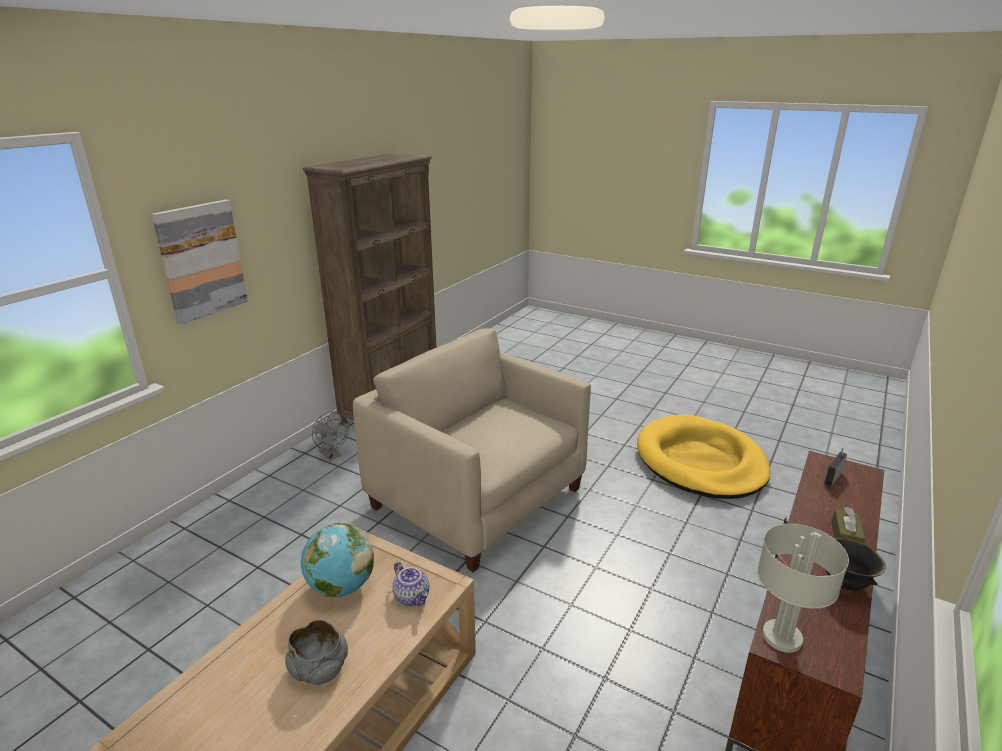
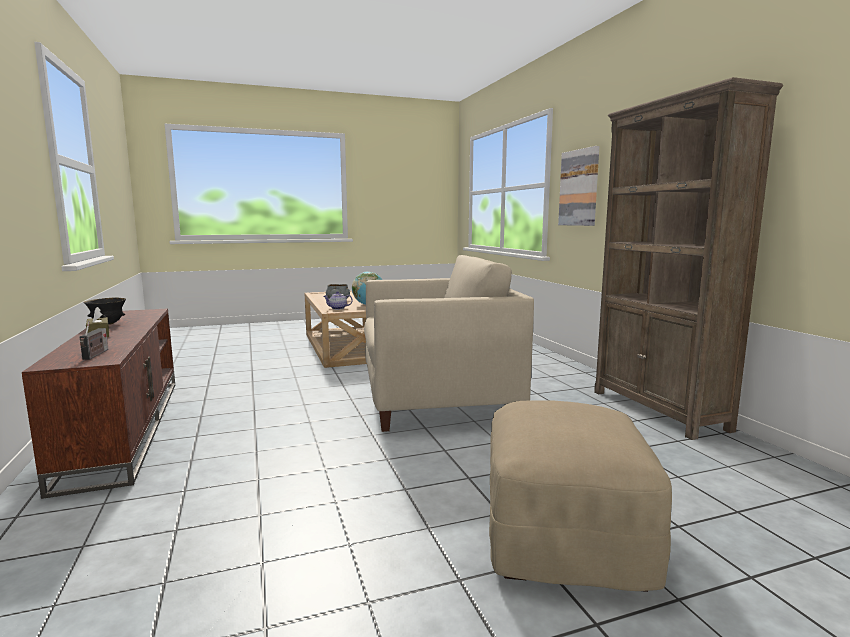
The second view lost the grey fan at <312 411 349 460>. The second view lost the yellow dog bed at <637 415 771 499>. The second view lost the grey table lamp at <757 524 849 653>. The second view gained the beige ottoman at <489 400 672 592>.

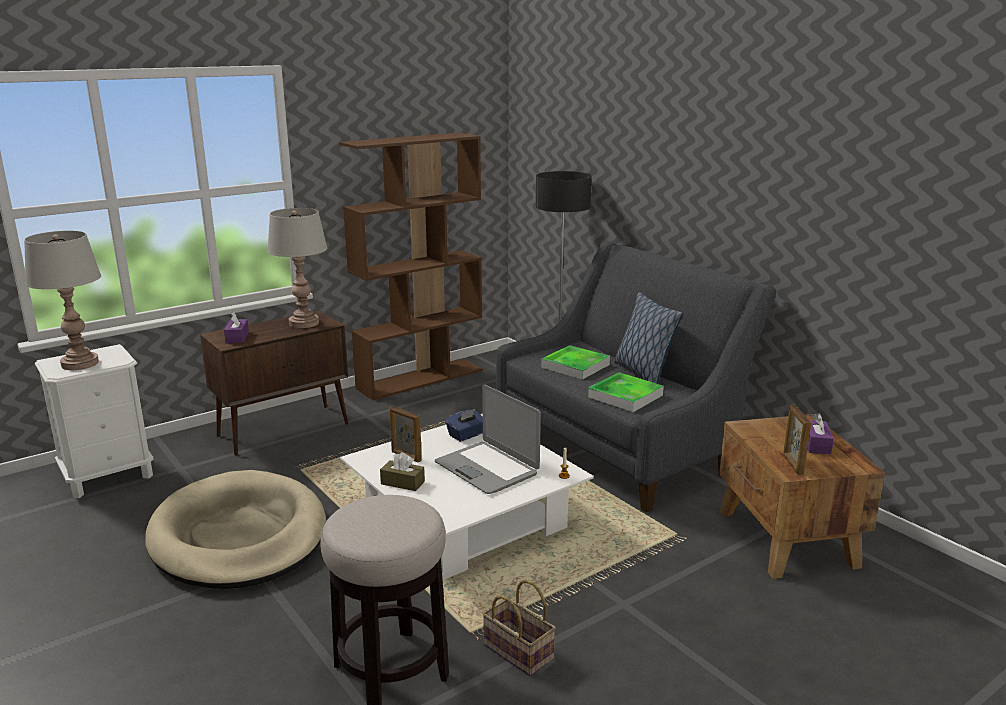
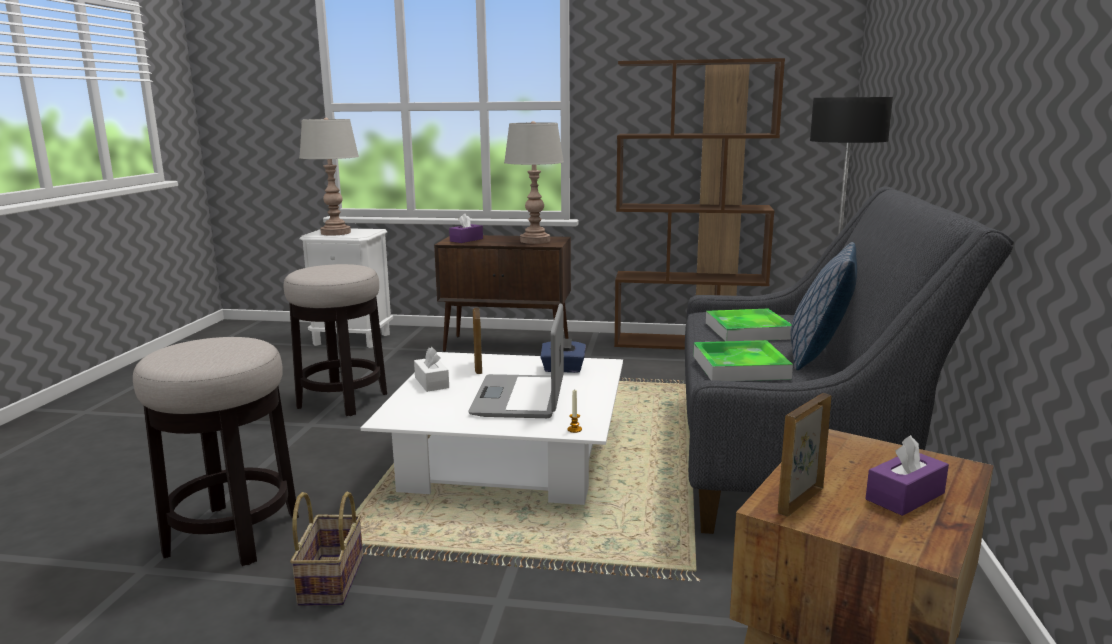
Where the beige dog bed stood at <145 470 326 589>, the stool came to stand at <284 264 387 416>. What was the brown tissue box at <380 452 425 491> turned into the white tissue box at <414 347 449 392>.

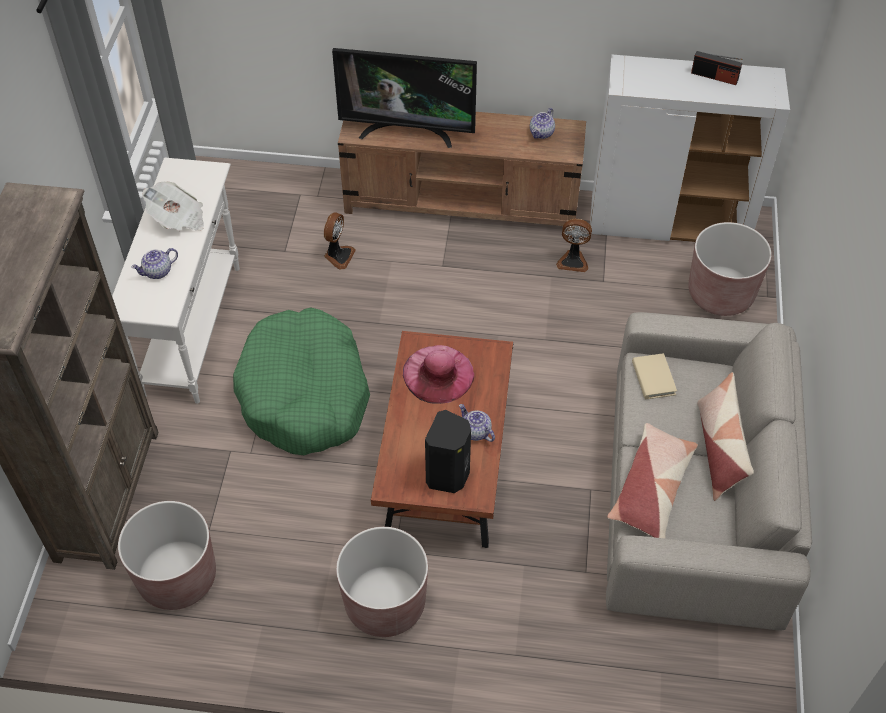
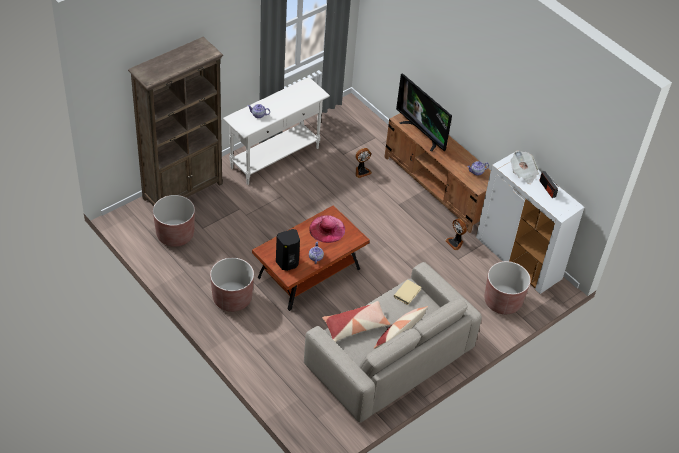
The second view lost the green dog bed at <233 308 370 455>. The newspaper ended up elsewhere, having gone from <142 182 204 231> to <510 150 539 184>.

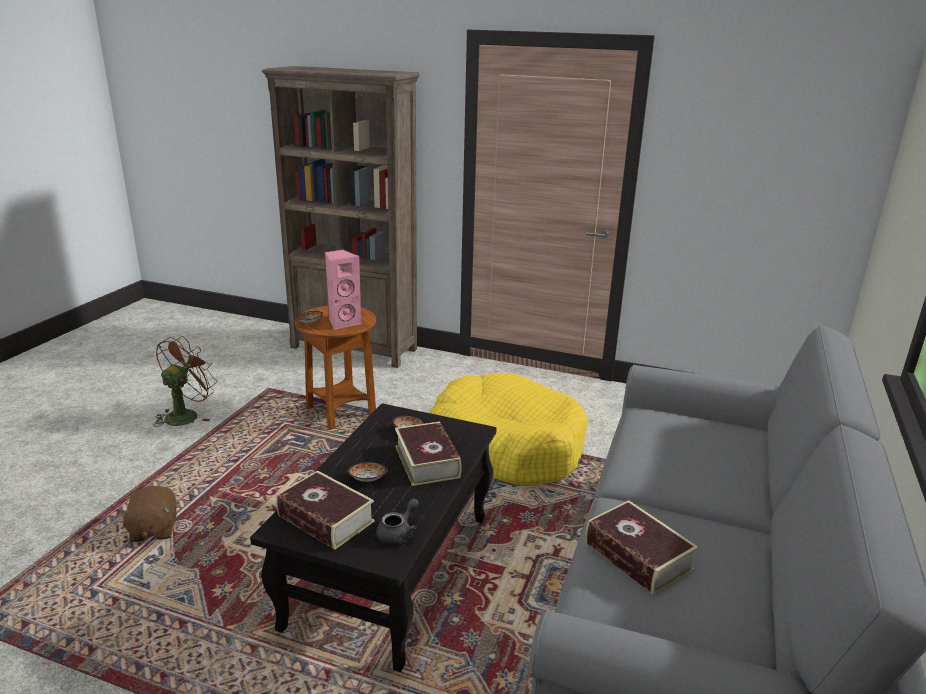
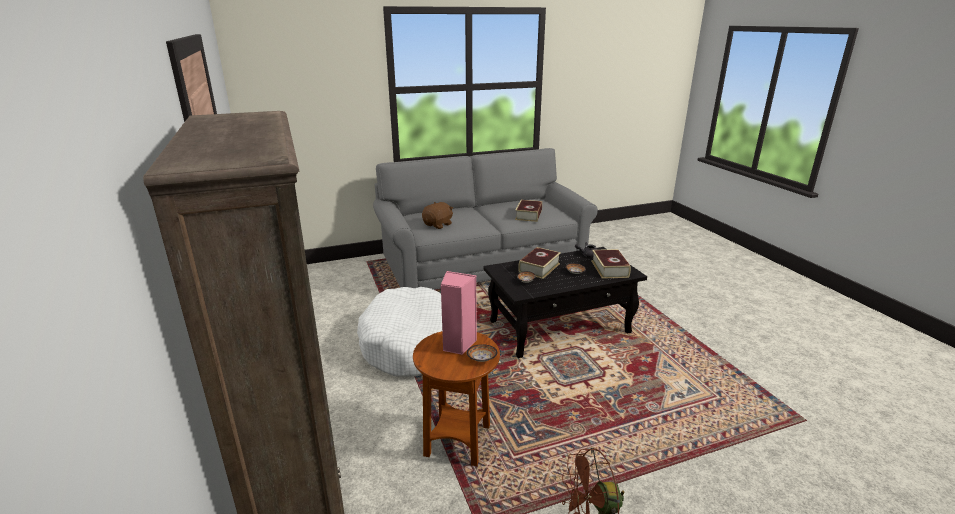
The brown plush toy ended up elsewhere, having gone from <118 486 177 542> to <422 202 453 229>. What was the yellow dog bed at <429 373 588 486> turned into the white dog bed at <357 287 442 377>.

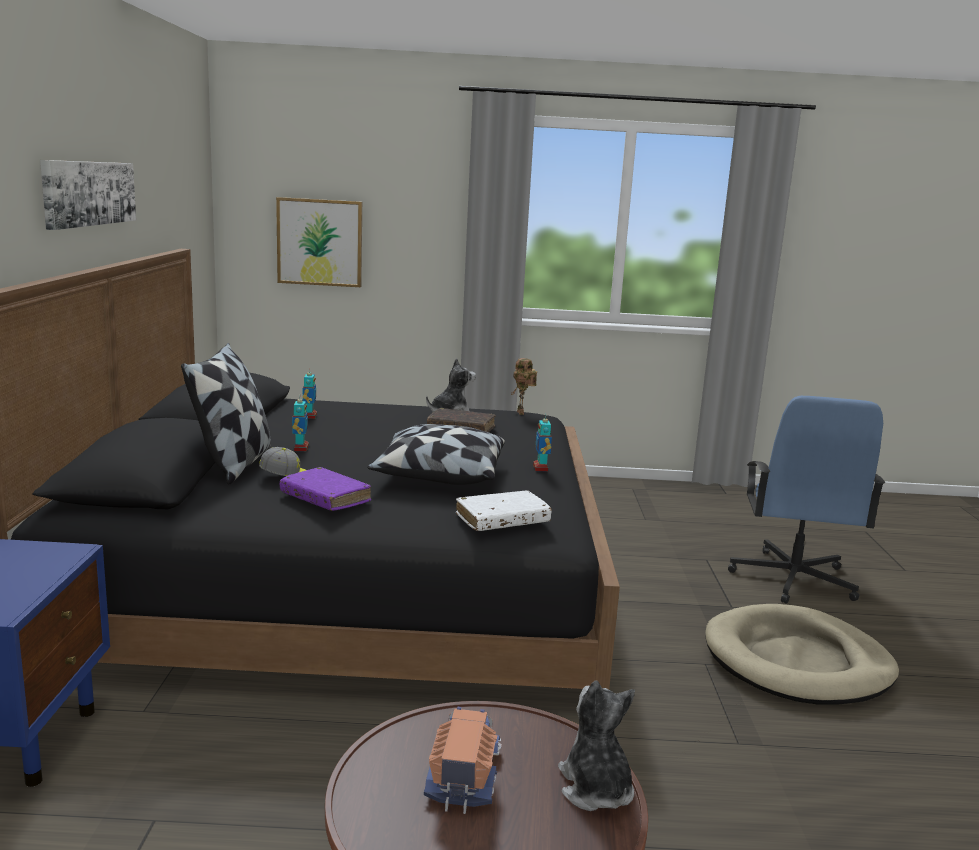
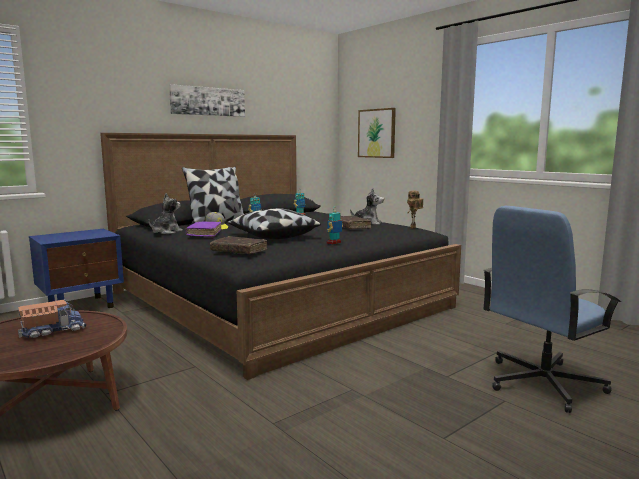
The second view lost the beige dog bed at <705 604 899 705>. The plush toy ended up elsewhere, having gone from <558 680 635 811> to <149 193 183 234>. What was the white book at <456 490 552 531> turned into the brown book at <210 236 268 254>.

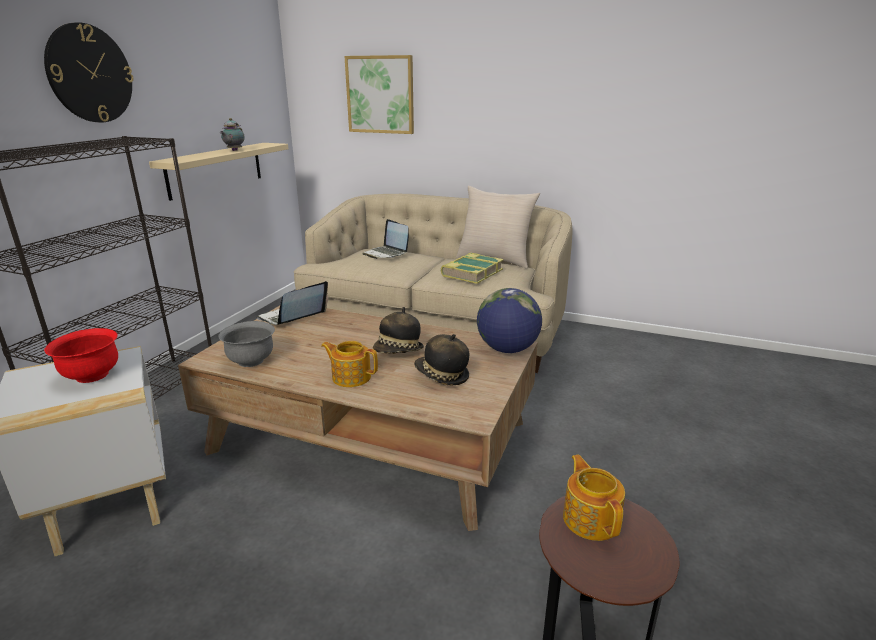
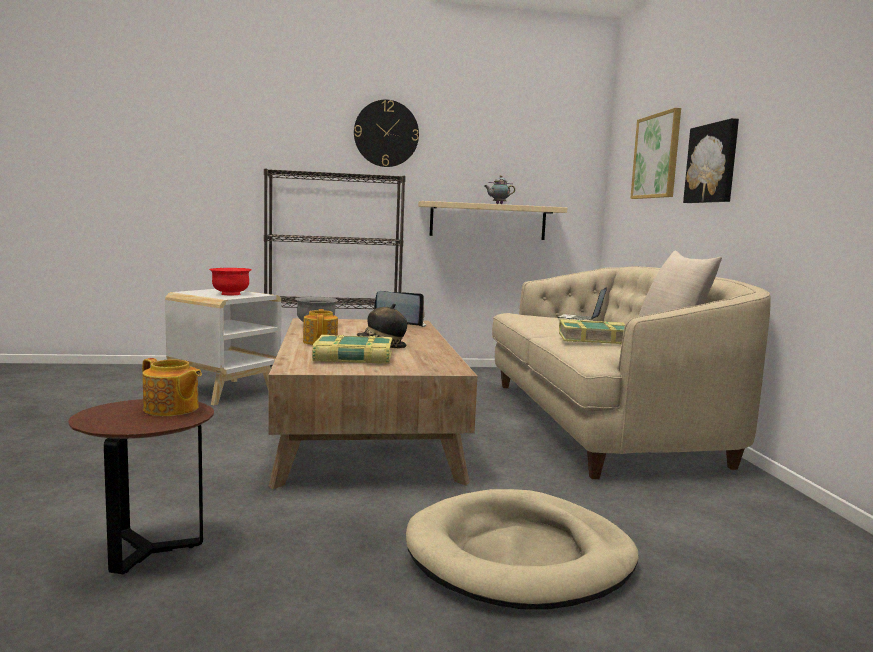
The second view lost the globe at <477 288 542 353>. The second view gained the beige dog bed at <406 489 639 610>. The second view gained the picture at <683 118 739 203>. Where the hat stood at <414 334 470 385>, the book came to stand at <312 335 392 364>. The teapot at <563 454 625 541> ended up facing another way, 75 degrees clockwise from before.

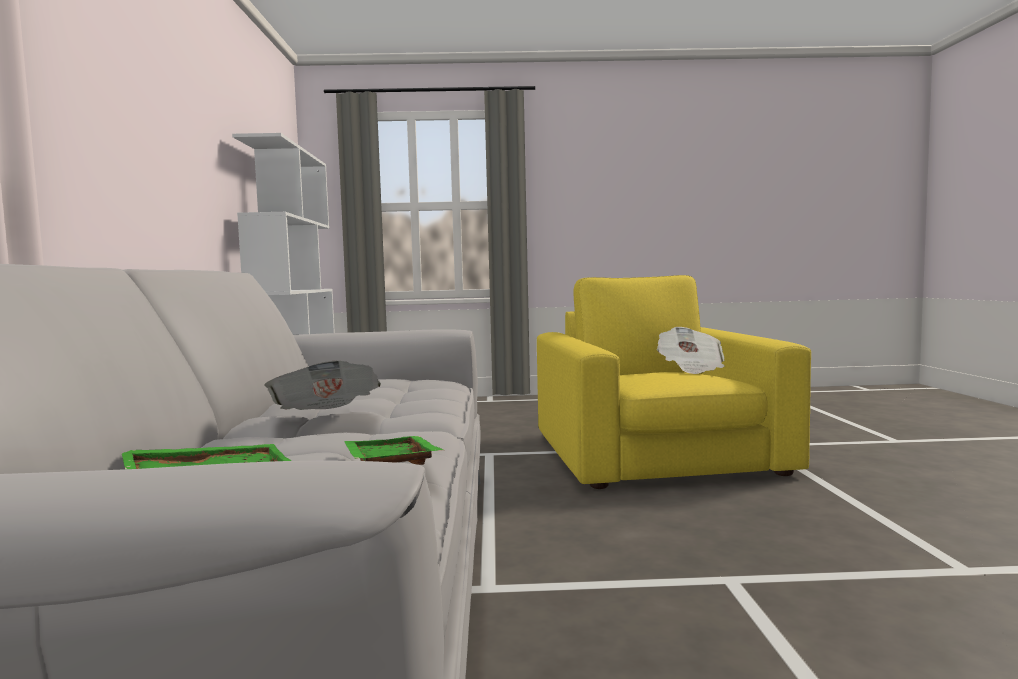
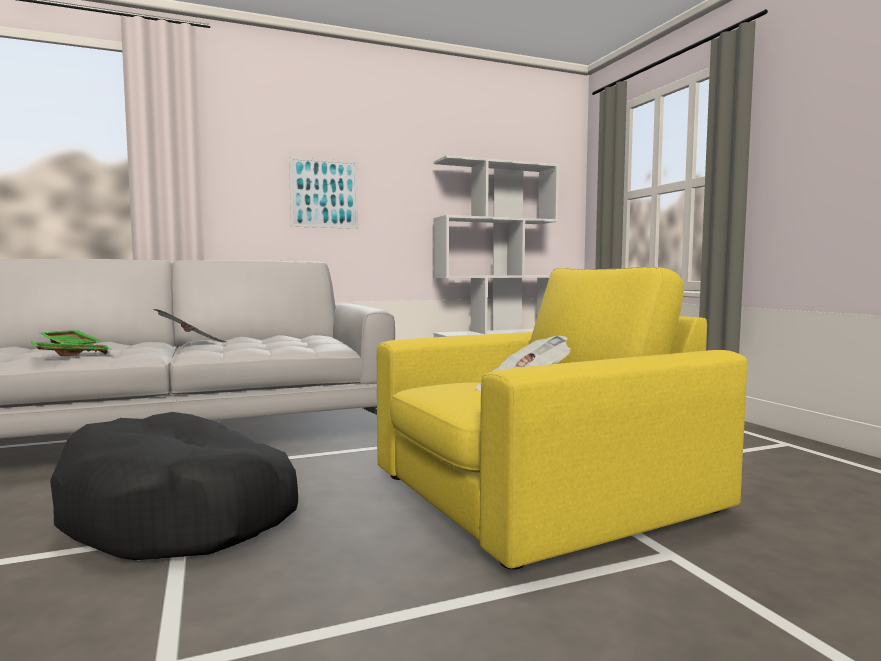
The second view gained the black dog bed at <50 412 298 560>. The second view gained the picture at <289 156 358 229>.

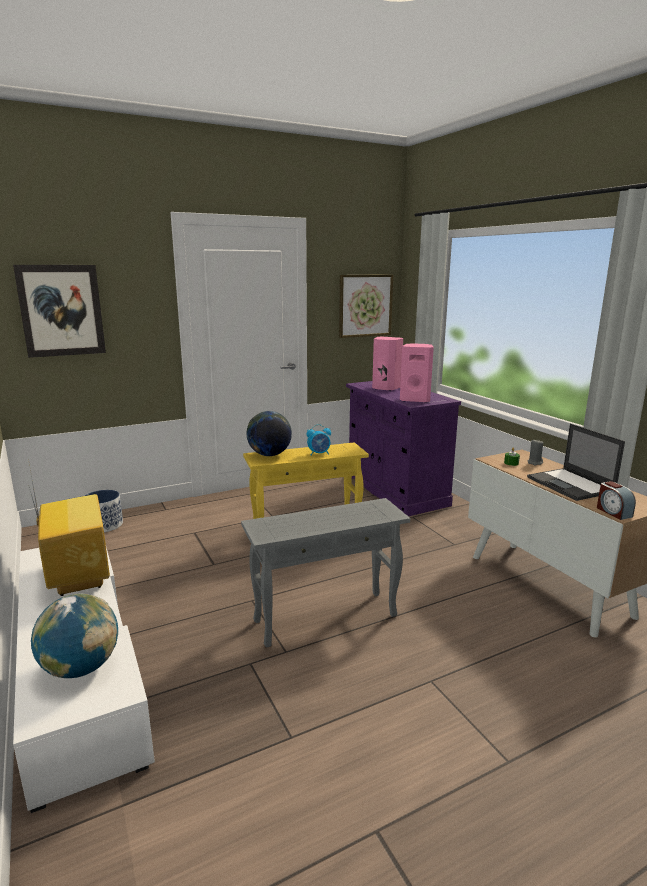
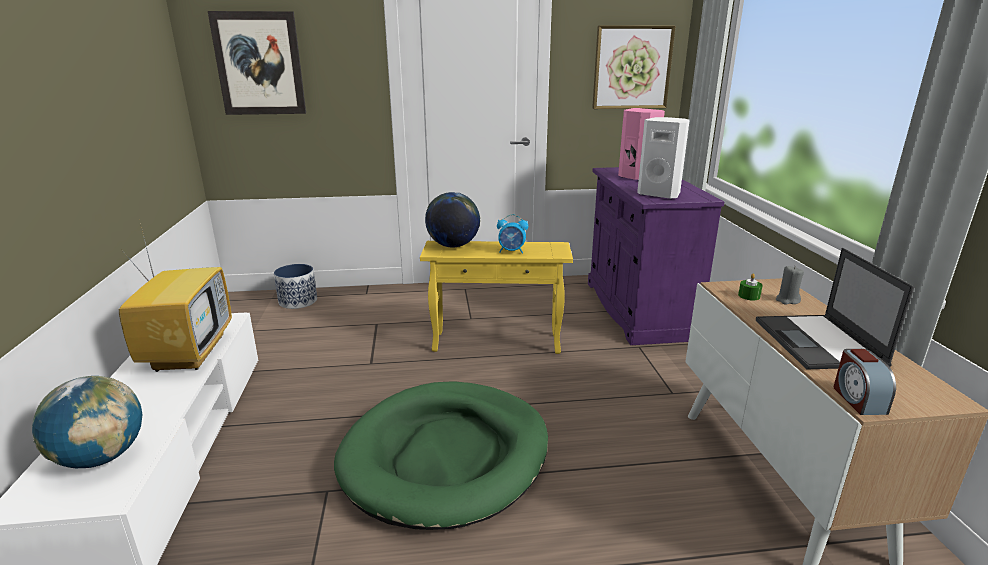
Where the grey side table stood at <241 498 410 647>, the green dog bed came to stand at <334 381 548 530>. What was the pink speaker at <400 343 434 403> turned into the white speaker at <637 117 690 199>.

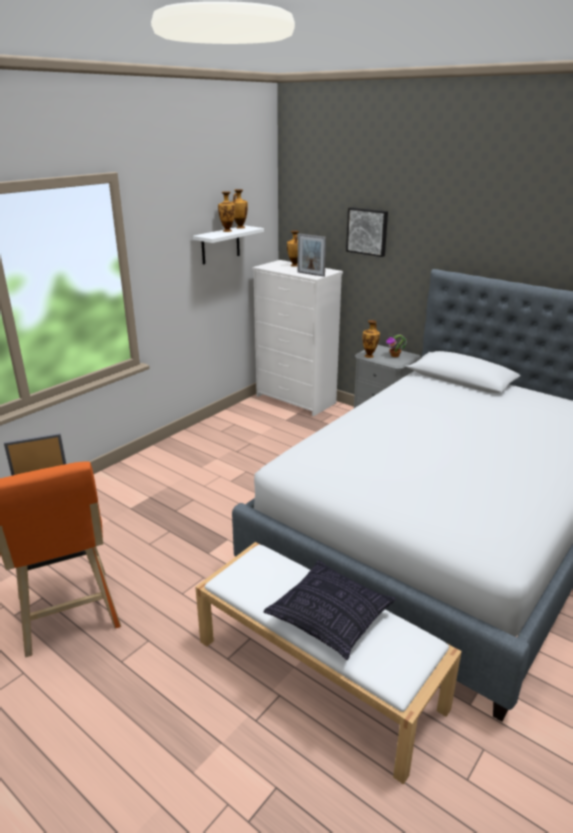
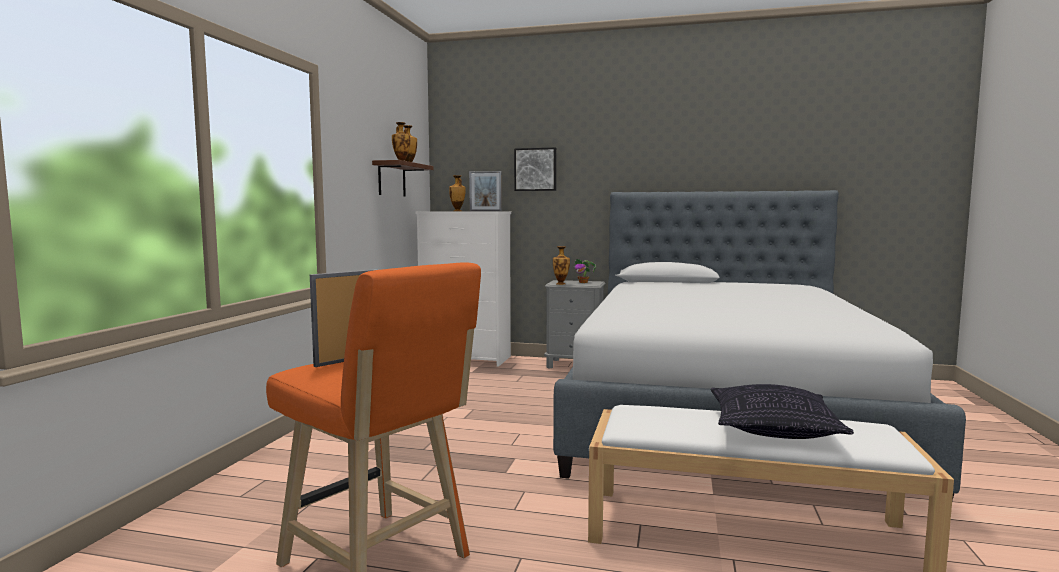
What was the white shelf at <193 225 264 265> turned into the brown shelf at <372 160 434 197>.

